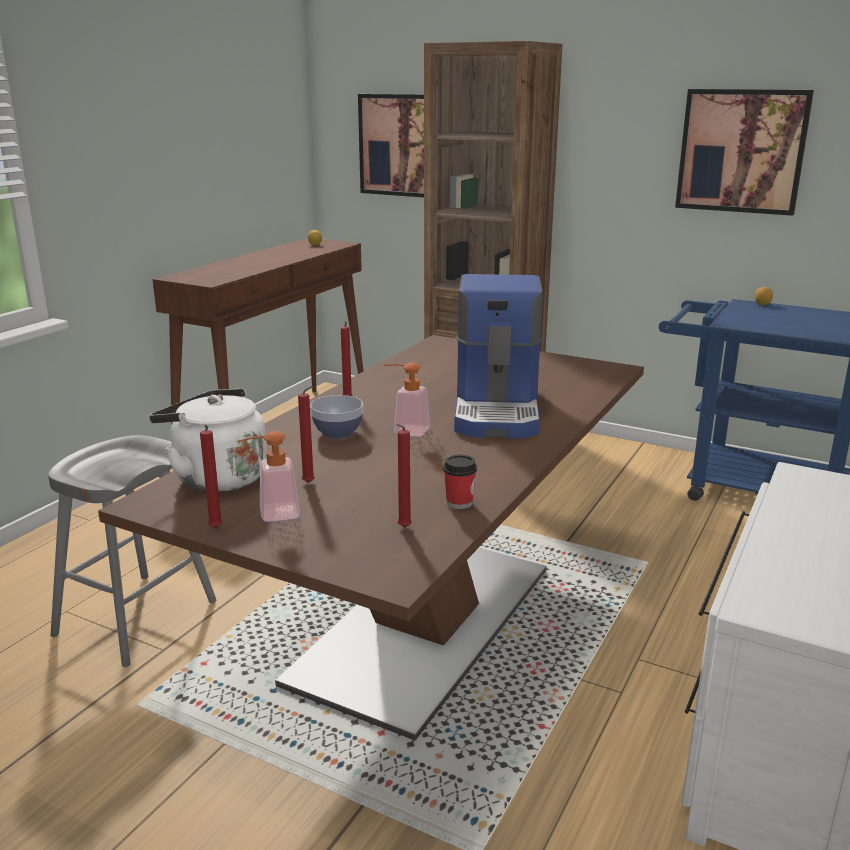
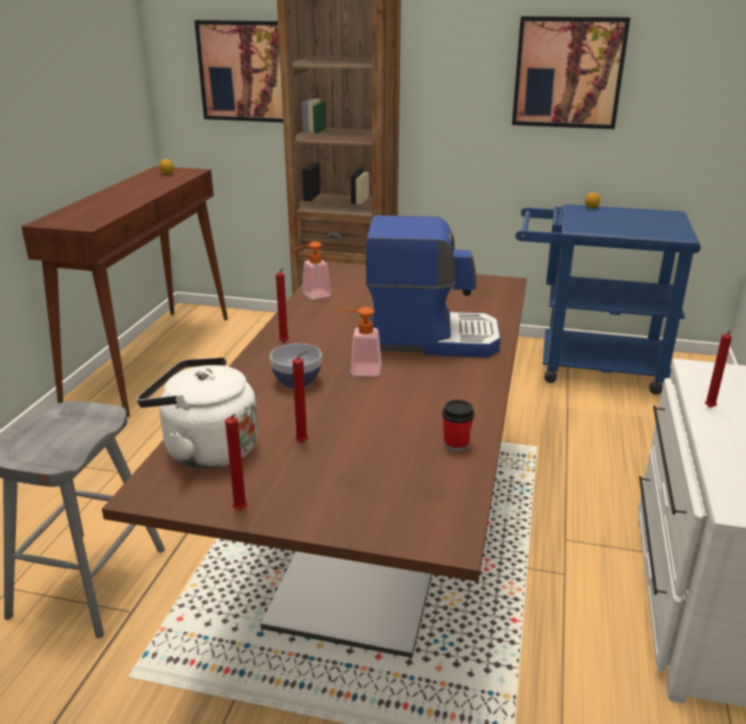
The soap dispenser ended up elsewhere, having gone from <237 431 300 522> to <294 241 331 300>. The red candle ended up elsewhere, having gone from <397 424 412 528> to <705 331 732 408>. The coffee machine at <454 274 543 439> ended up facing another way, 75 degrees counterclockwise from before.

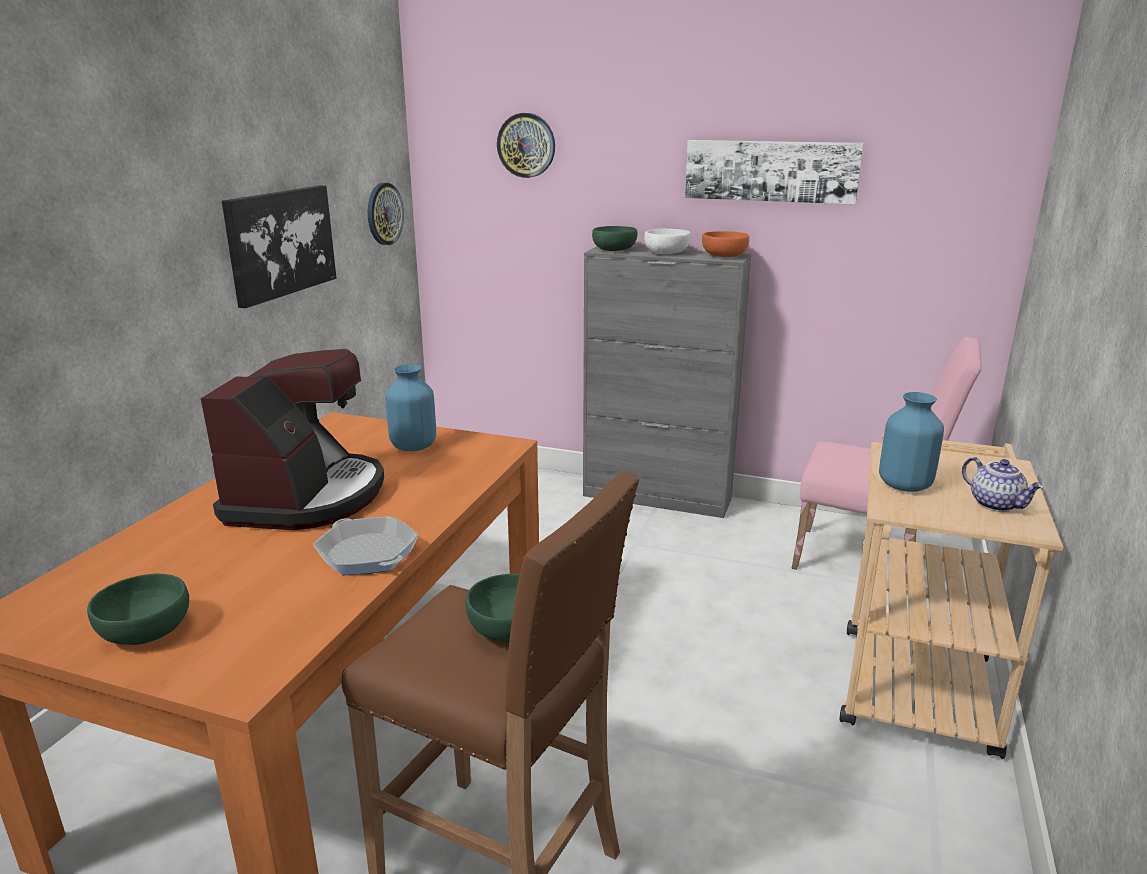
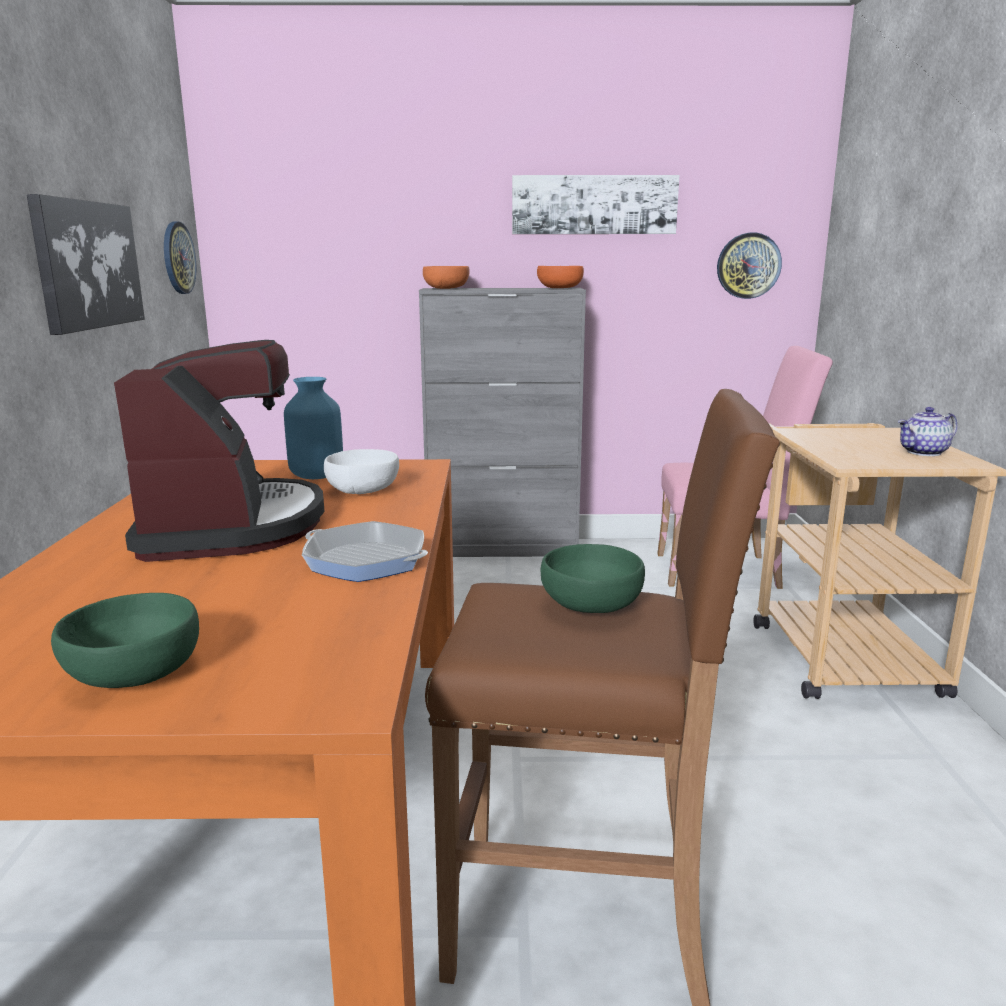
The second view lost the blue vase at <879 392 944 492>. The wall clock ended up elsewhere, having gone from <497 113 555 178> to <717 233 782 299>. The white bowl ended up elsewhere, having gone from <644 229 691 254> to <324 449 399 494>. What was the green bowl at <592 226 637 251> turned into the orange bowl at <423 266 470 289>. The teapot at <962 457 1044 512> ended up facing another way, 120 degrees clockwise from before.

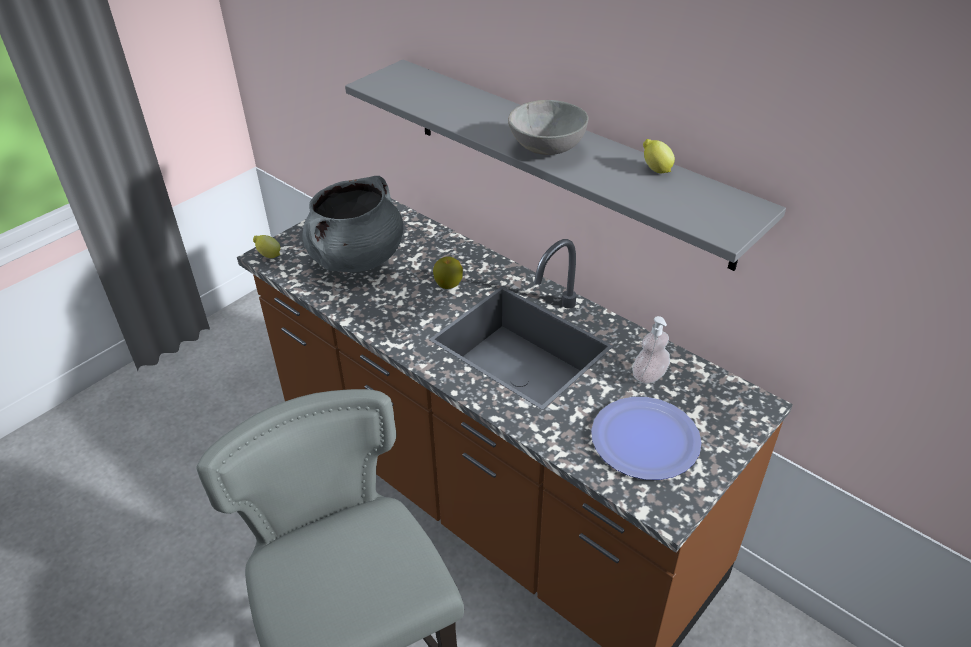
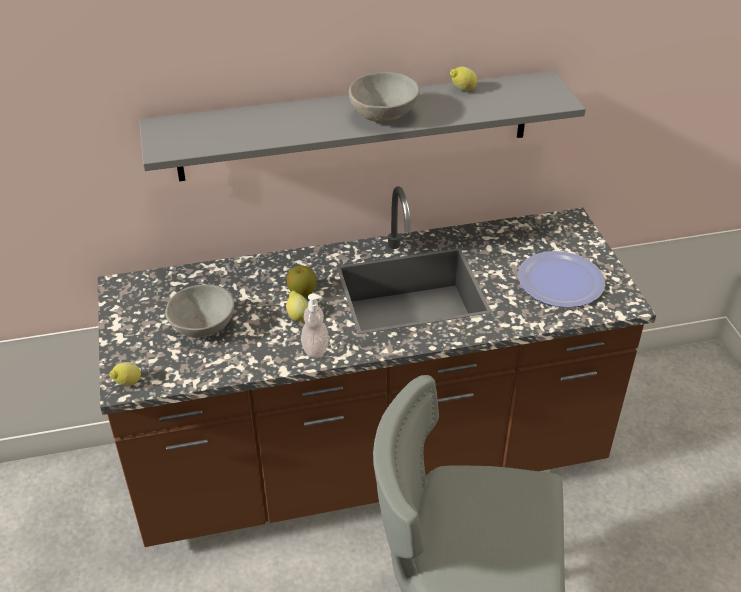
The second view gained the lemon at <286 290 308 322>. The soap dispenser ended up elsewhere, having gone from <632 316 670 384> to <301 294 329 358>. Where the grey cooking pot stood at <302 176 404 272>, the grey bowl came to stand at <165 284 234 338>.

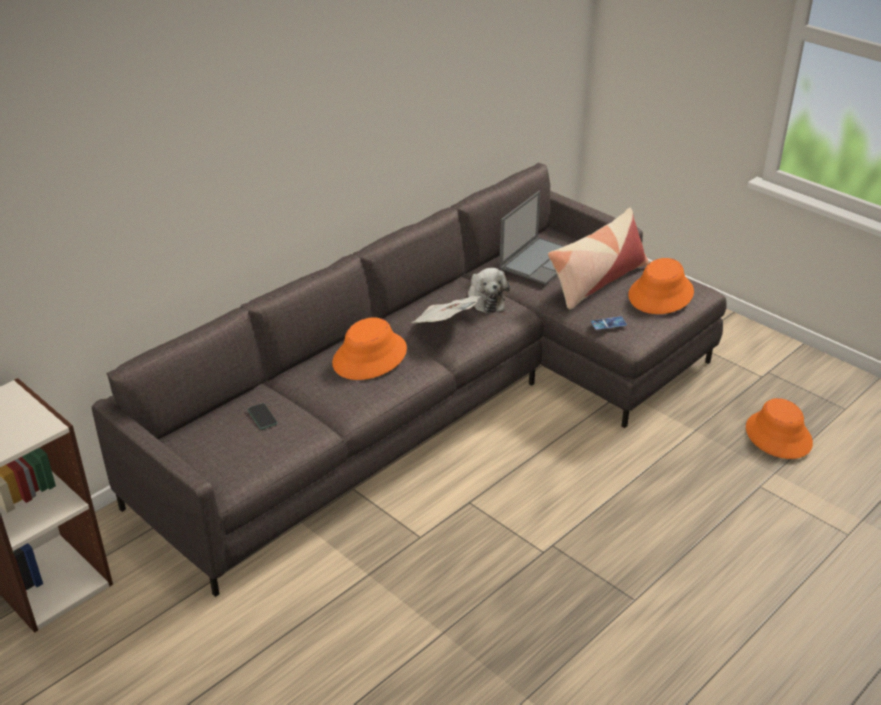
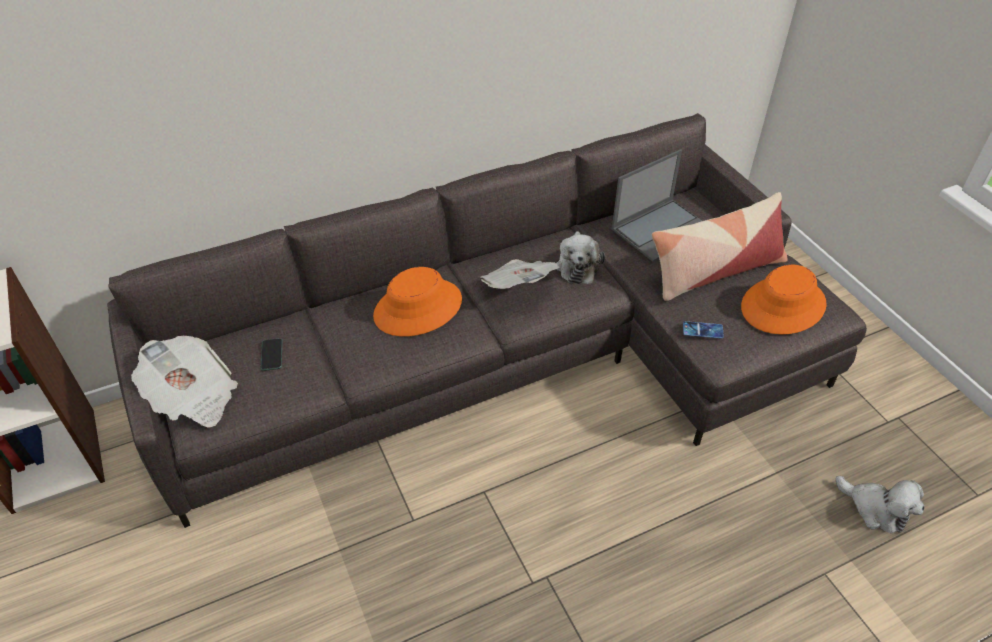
The second view gained the newspaper at <131 336 238 427>. Where the orange hat stood at <746 398 813 459>, the plush toy came to stand at <836 476 924 533>.

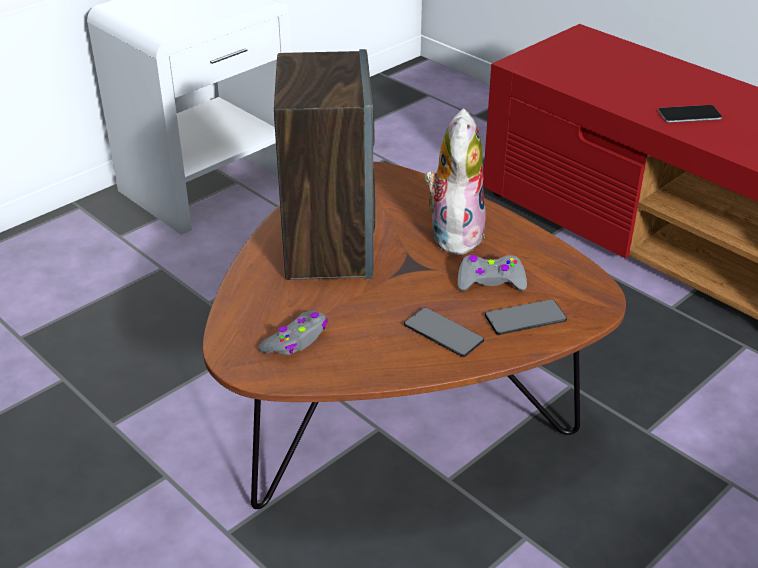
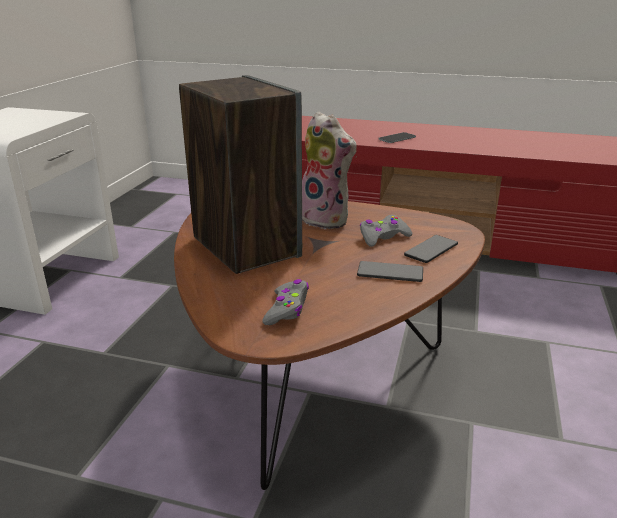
The plush toy at <425 108 485 255> ended up facing another way, 150 degrees clockwise from before.

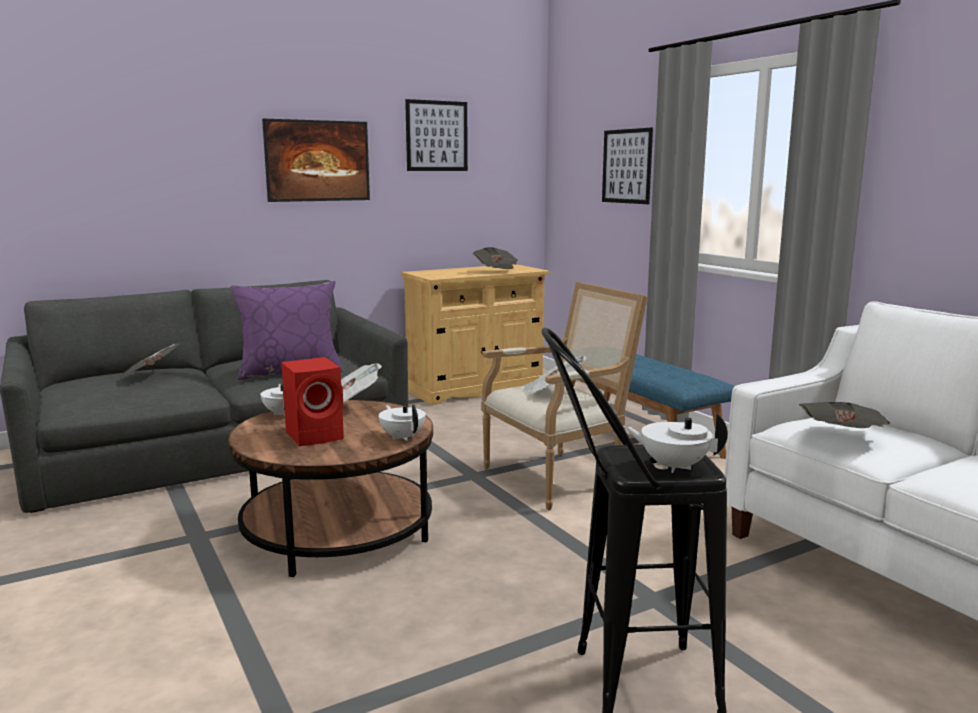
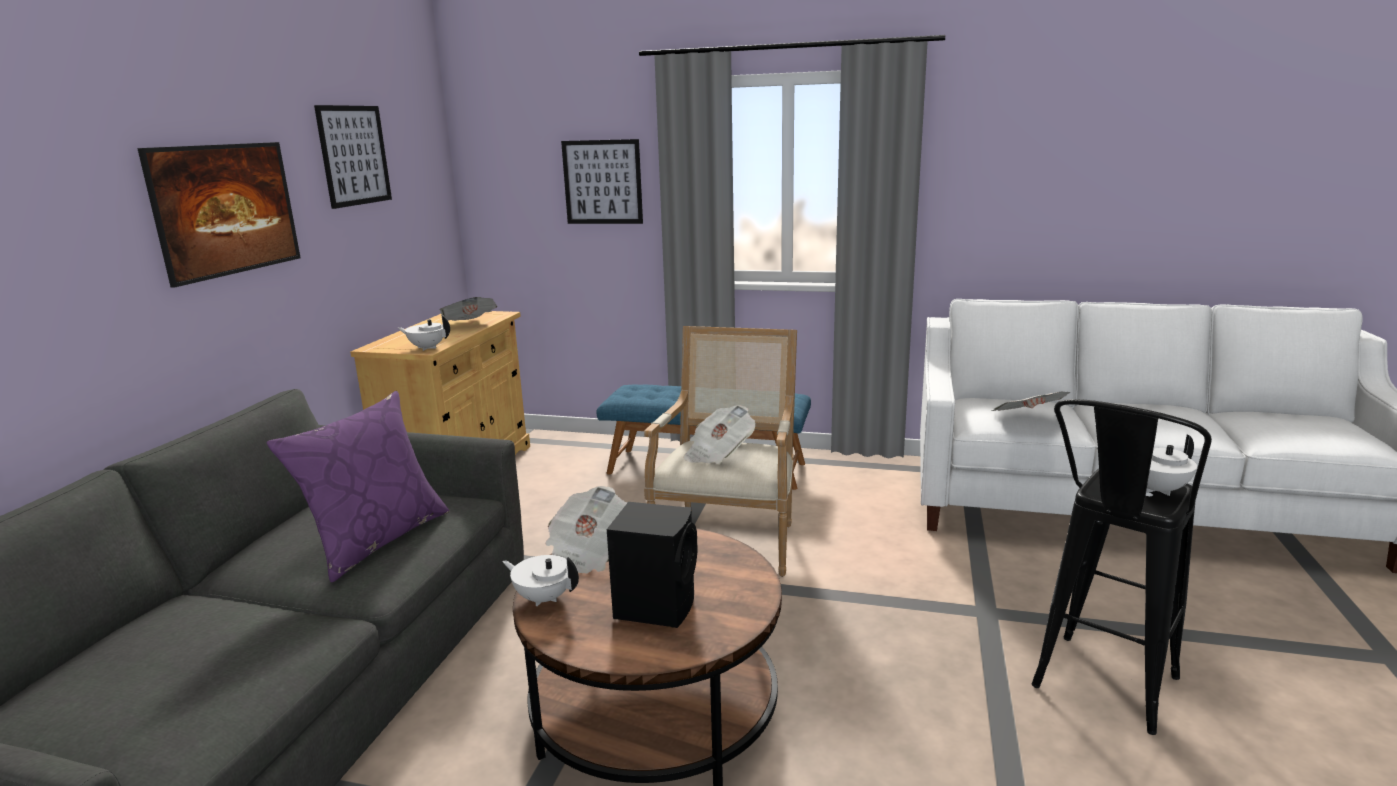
The second view lost the newspaper at <118 343 180 377>. The white teapot ended up elsewhere, having gone from <379 404 426 441> to <398 315 450 351>. What was the red speaker at <281 357 344 446> turned into the black speaker at <607 502 698 628>.

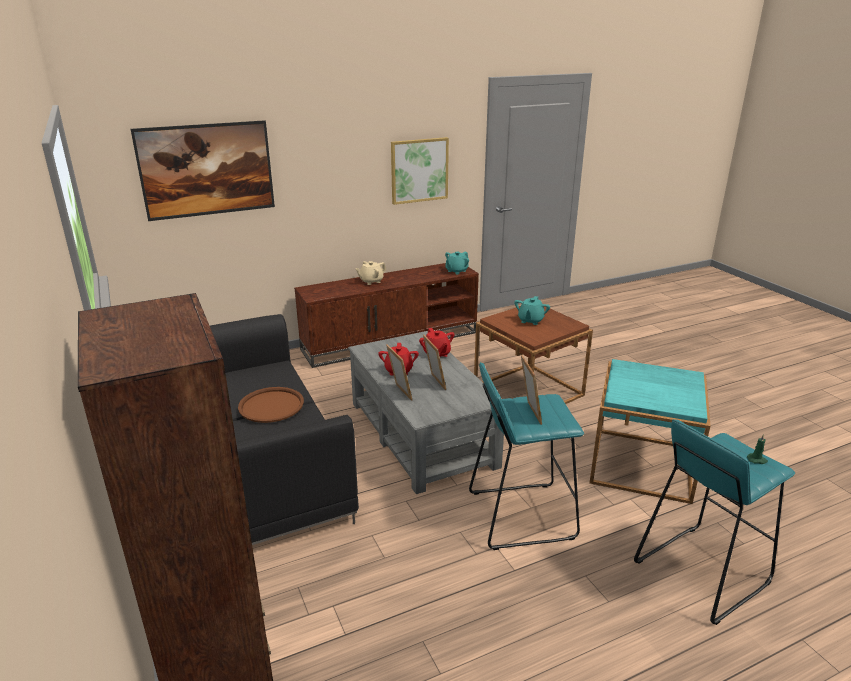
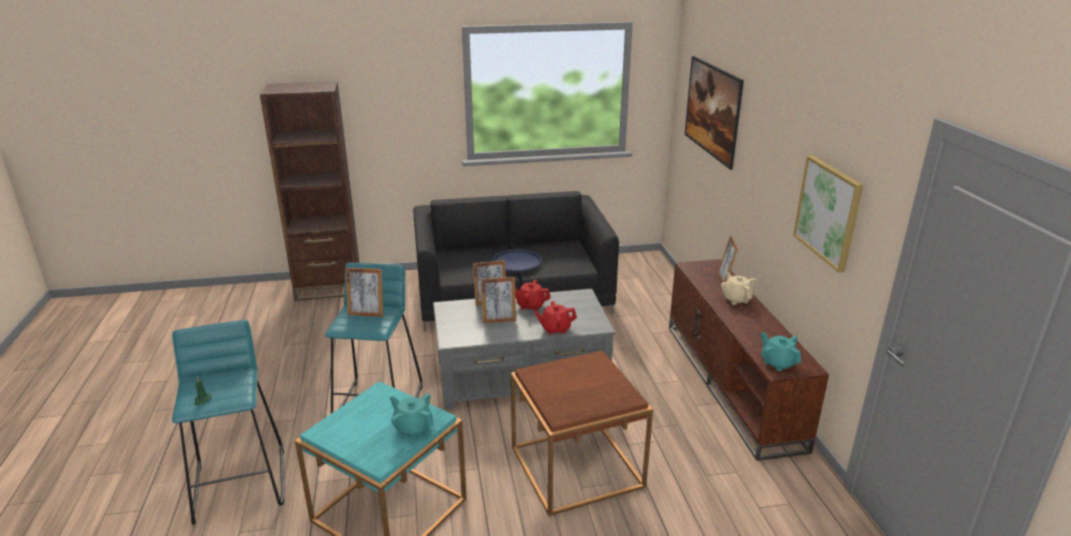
The second view gained the picture frame at <717 235 738 283>. The turquoise teapot ended up elsewhere, having gone from <514 296 550 325> to <390 394 434 439>. What was the brown tray at <238 387 304 423> turned into the blue tray at <492 249 542 272>.

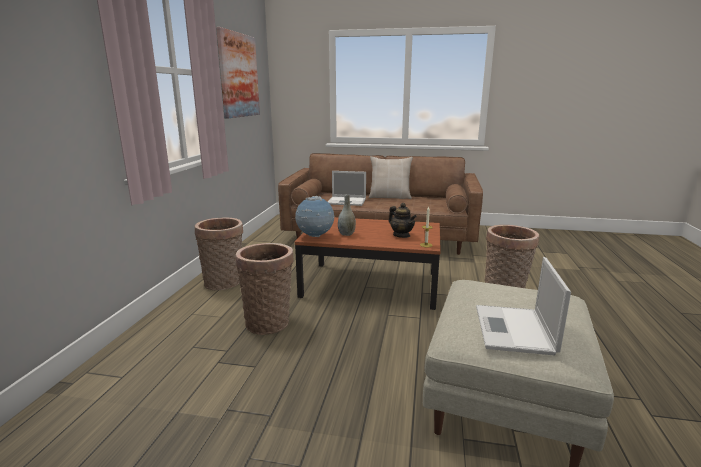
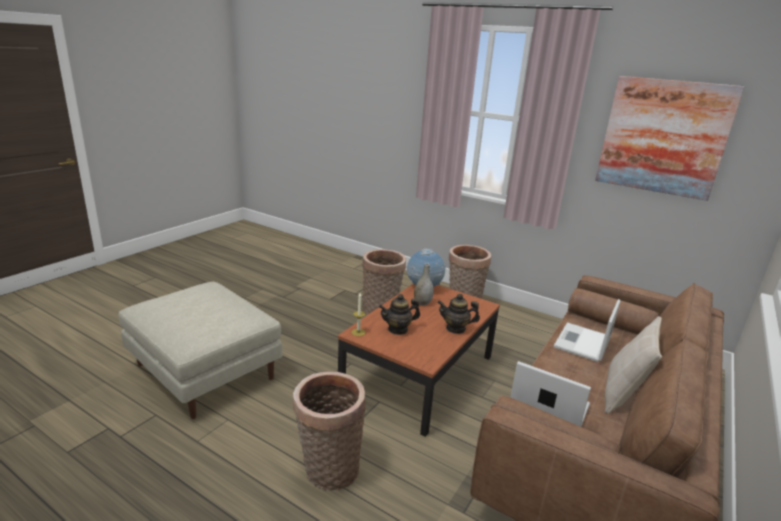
The second view gained the teapot at <437 294 480 334>. The laptop ended up elsewhere, having gone from <476 257 571 356> to <510 361 591 427>.

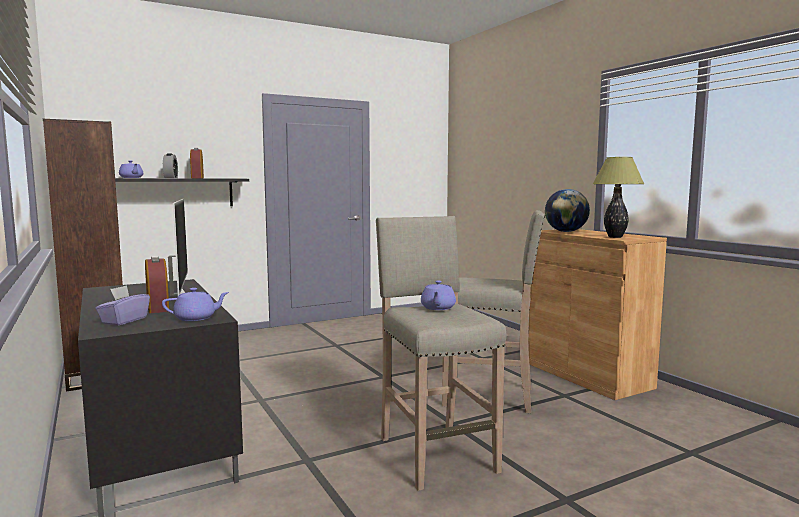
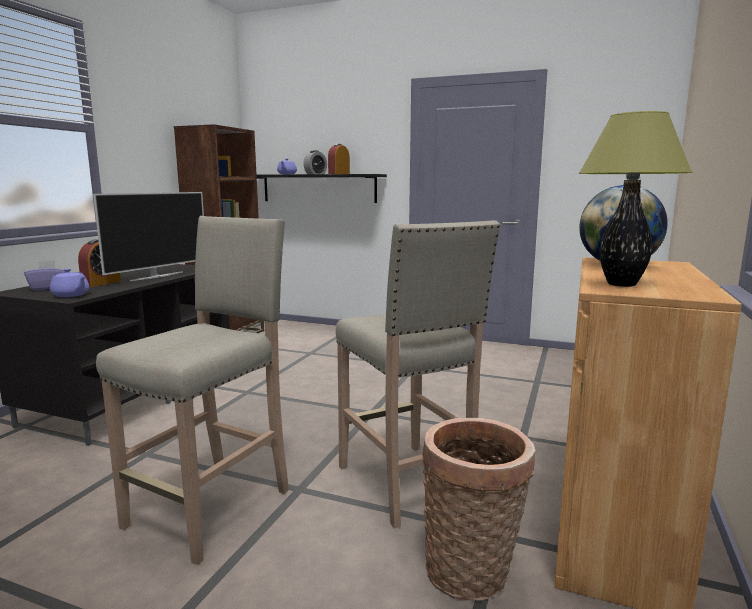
The second view lost the purple teapot at <421 280 456 310>. The second view gained the basket at <422 418 535 601>.

